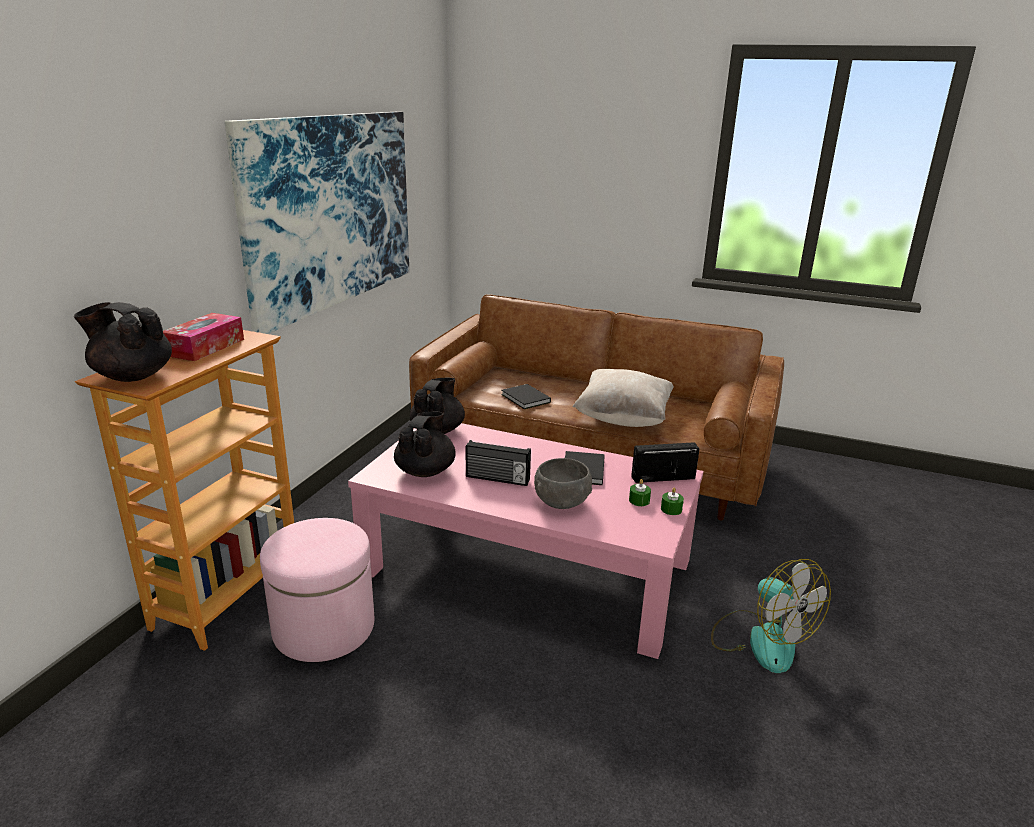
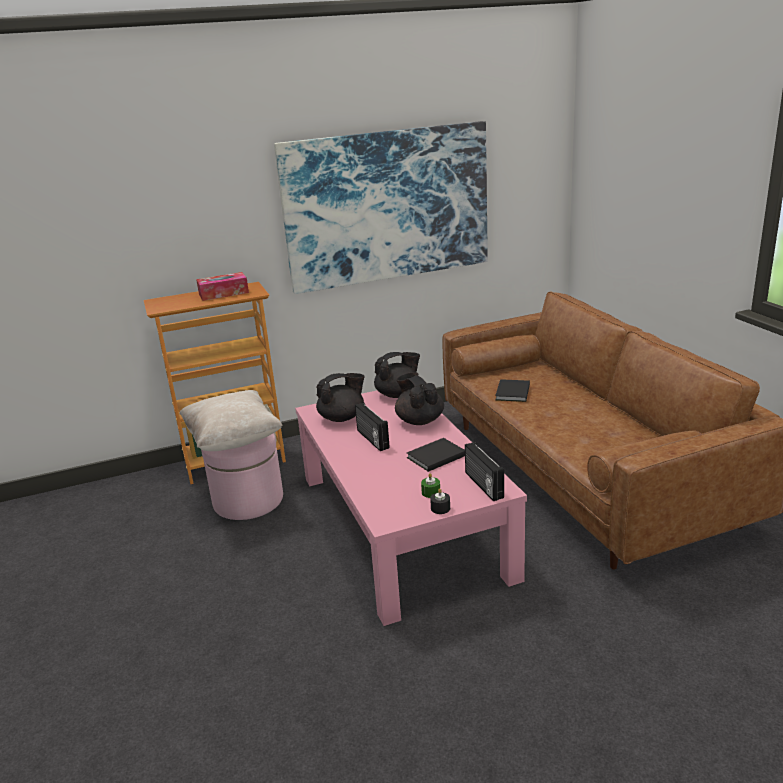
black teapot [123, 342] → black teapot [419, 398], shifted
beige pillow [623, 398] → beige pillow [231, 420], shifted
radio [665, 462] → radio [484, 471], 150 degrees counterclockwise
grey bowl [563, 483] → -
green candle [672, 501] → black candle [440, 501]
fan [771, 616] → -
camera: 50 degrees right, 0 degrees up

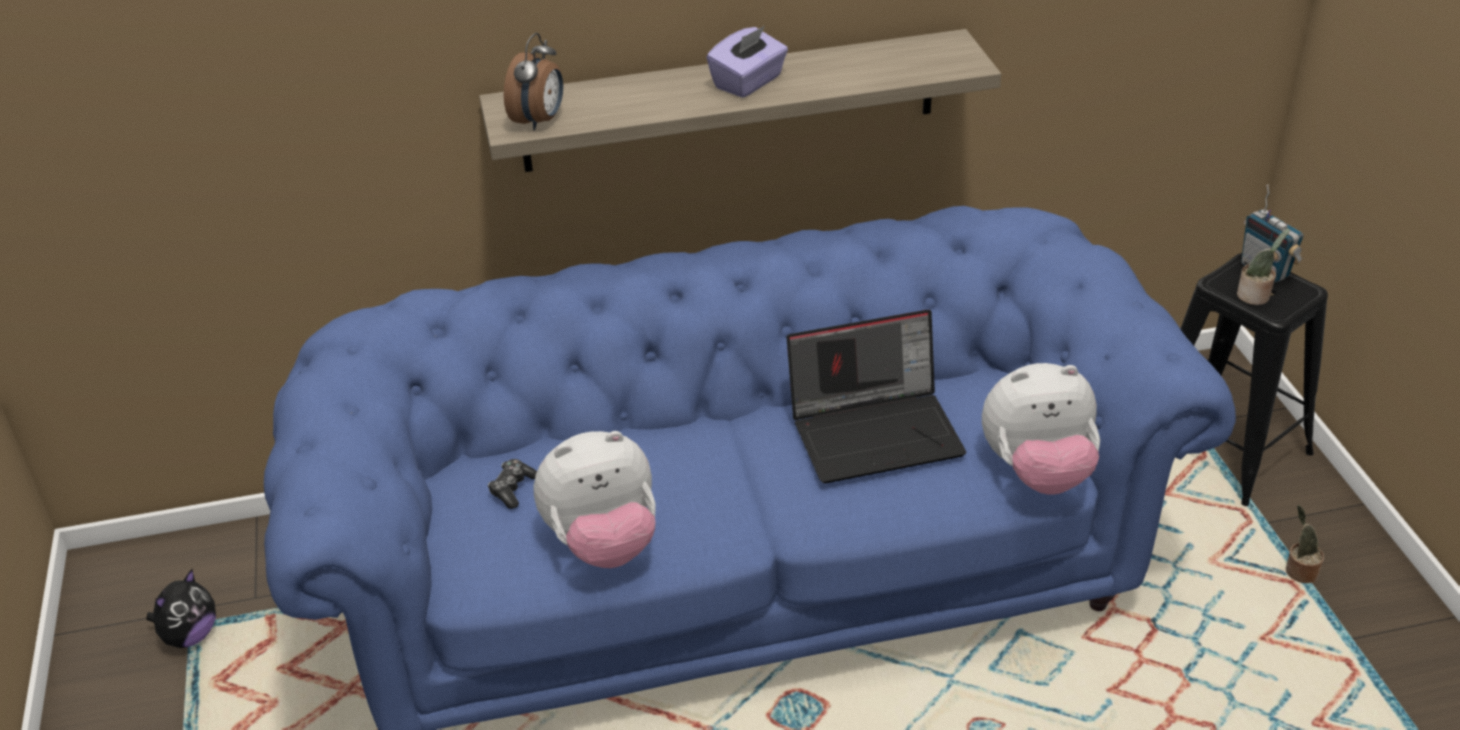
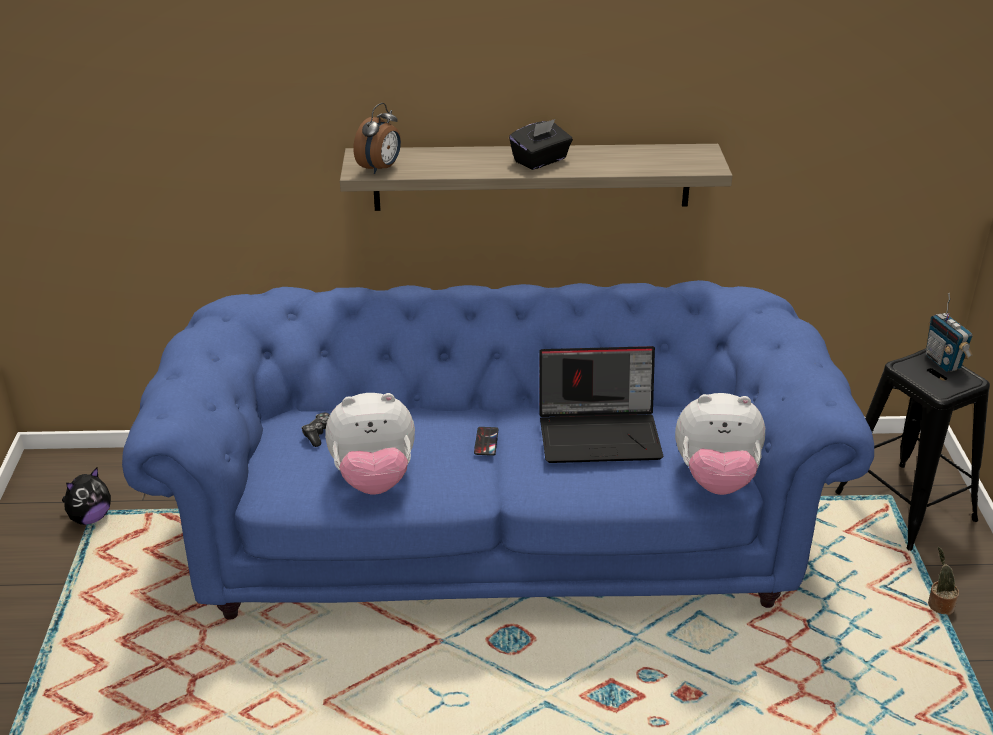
purple tissue box [747, 62] → black tissue box [541, 144]
potted plant [1263, 266] → -
- → phone [486, 441]
camera: 10 degrees right, 5 degrees down

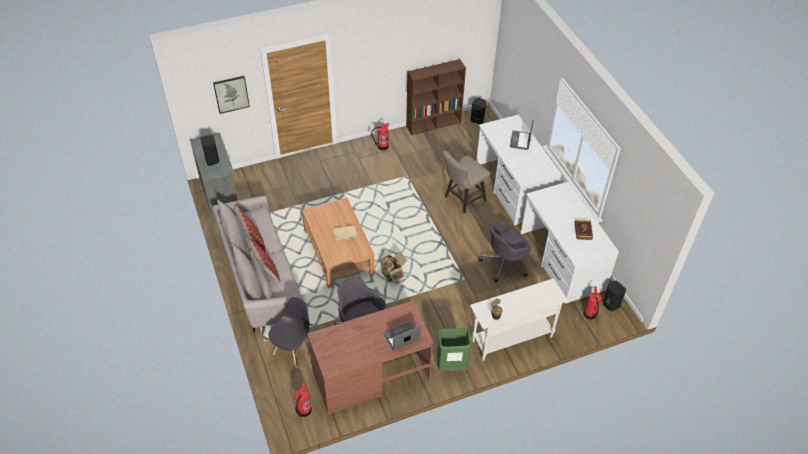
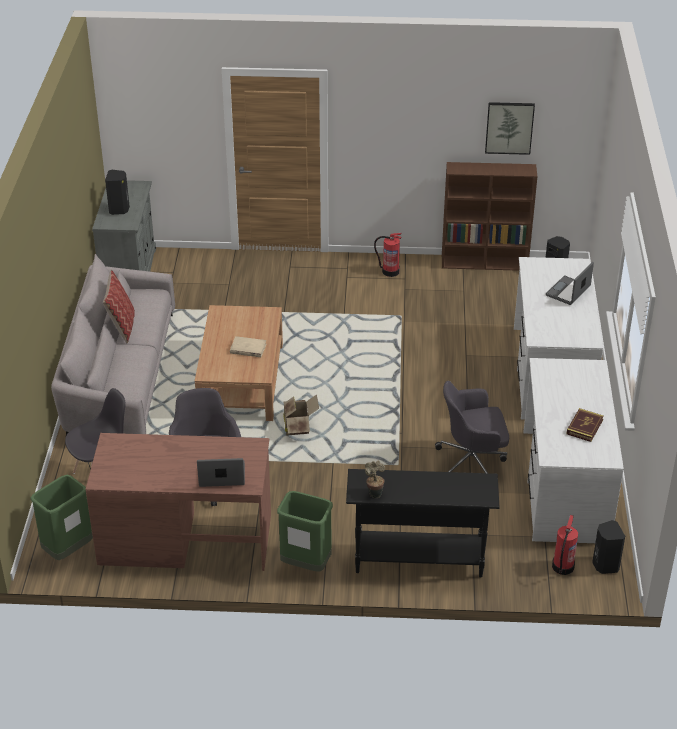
picture [231, 95] → picture [510, 128], shifted
beige stool [466, 182] → -
pillow [265, 261] → -
white console table [519, 319] → black console table [423, 523]
fire extinguisher [303, 400] → green trash can [61, 517]
camera: 25 degrees right, 10 degrees down

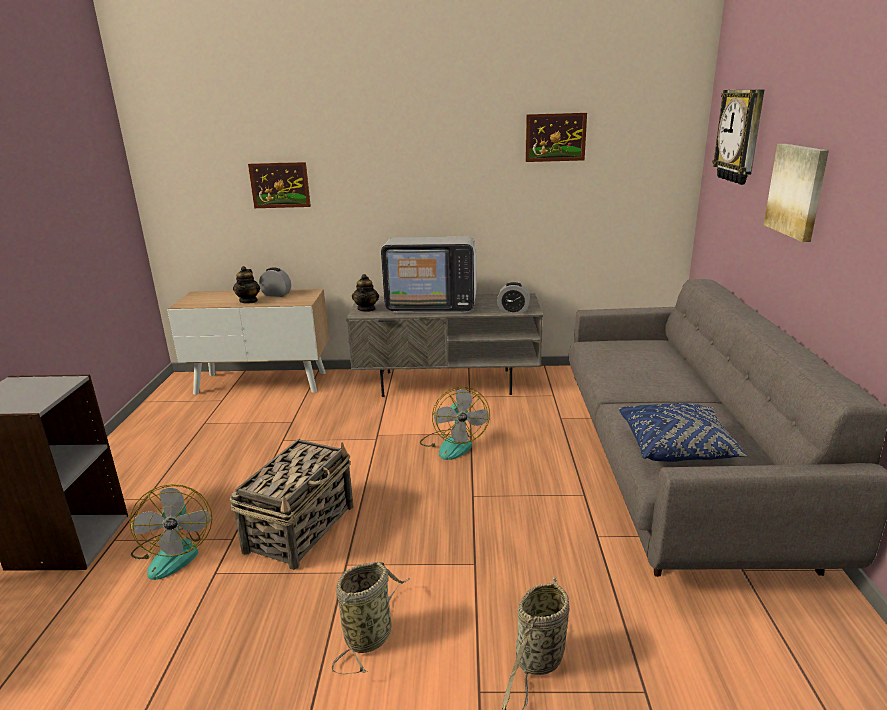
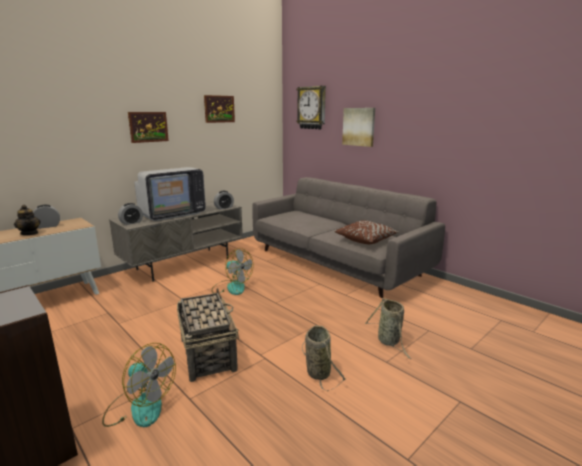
picture [279, 185] → picture [148, 127], shifted
teapot [365, 293] → alarm clock [130, 214]
blue pillow [683, 432] → brown pillow [366, 232]
camera: 45 degrees left, 5 degrees down

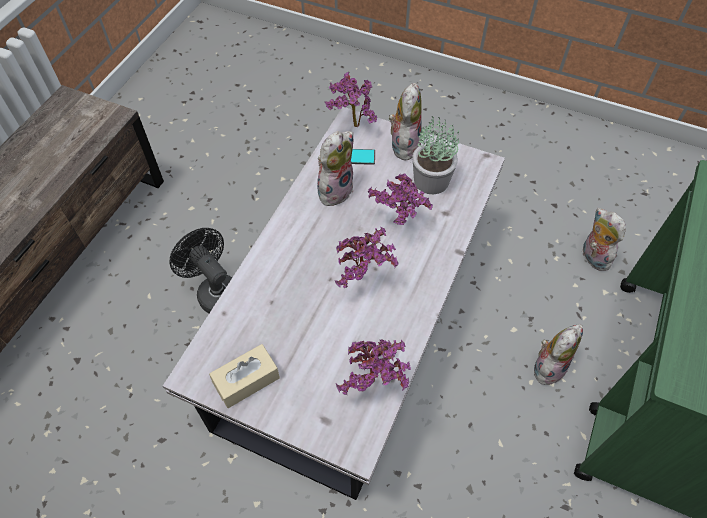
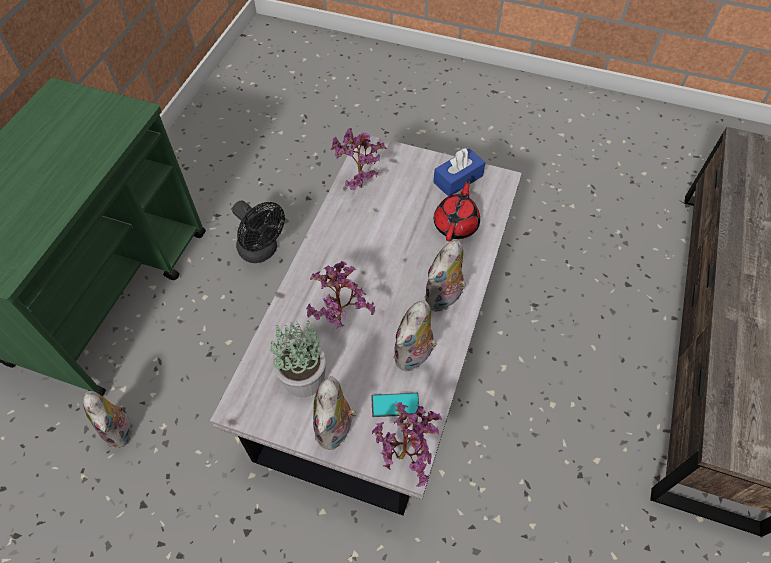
potted plant [366, 257] → -
black fan [201, 270] → black fan [258, 232], shifted
plush toy [558, 354] → plush toy [445, 276], shifted
beige tissue box [244, 376] → blue tissue box [459, 172]
- → red teapot [457, 210]
camera: 175 degrees right, 0 degrees up

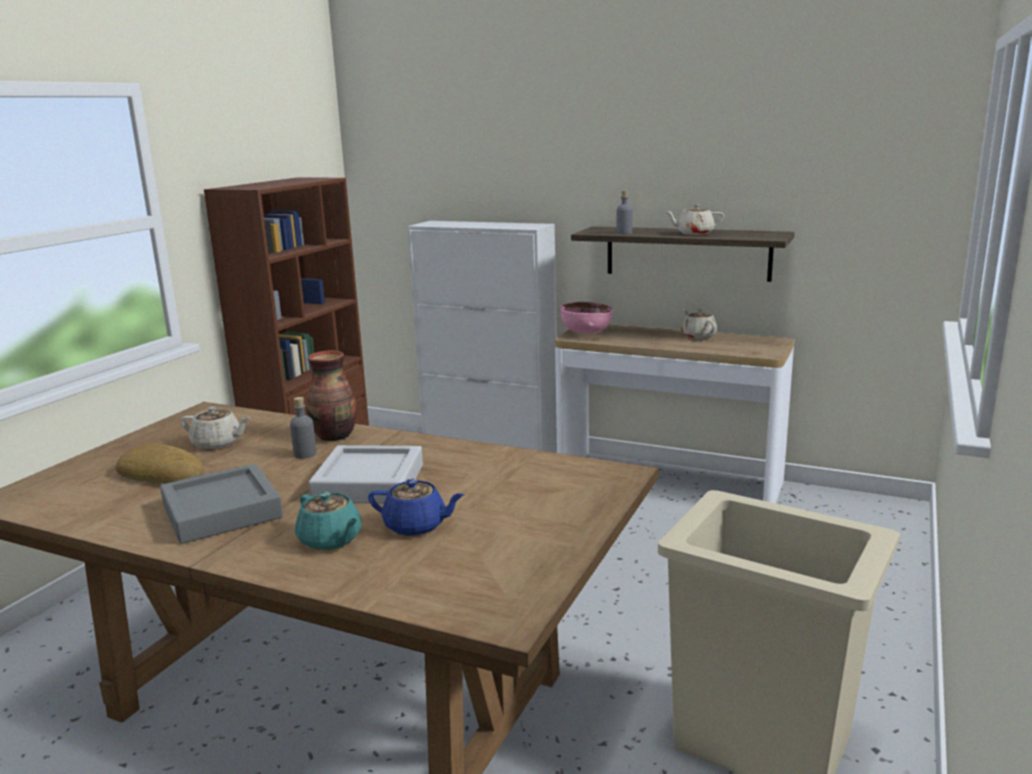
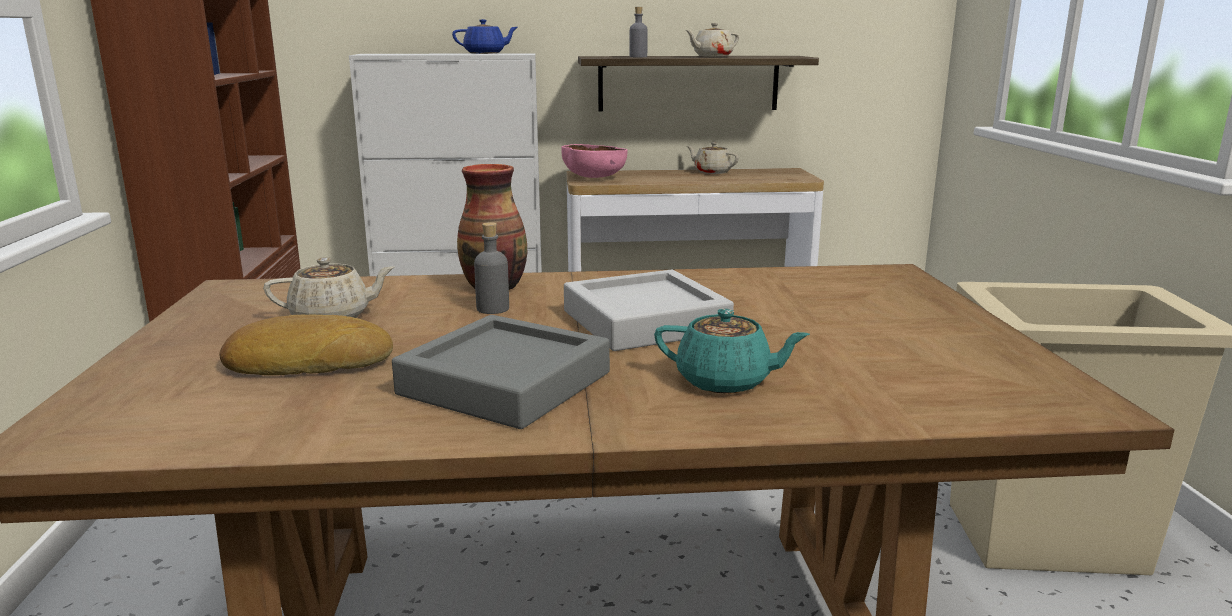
blue teapot [416, 507] → blue teapot [485, 36], shifted
camera: 30 degrees left, 0 degrees up

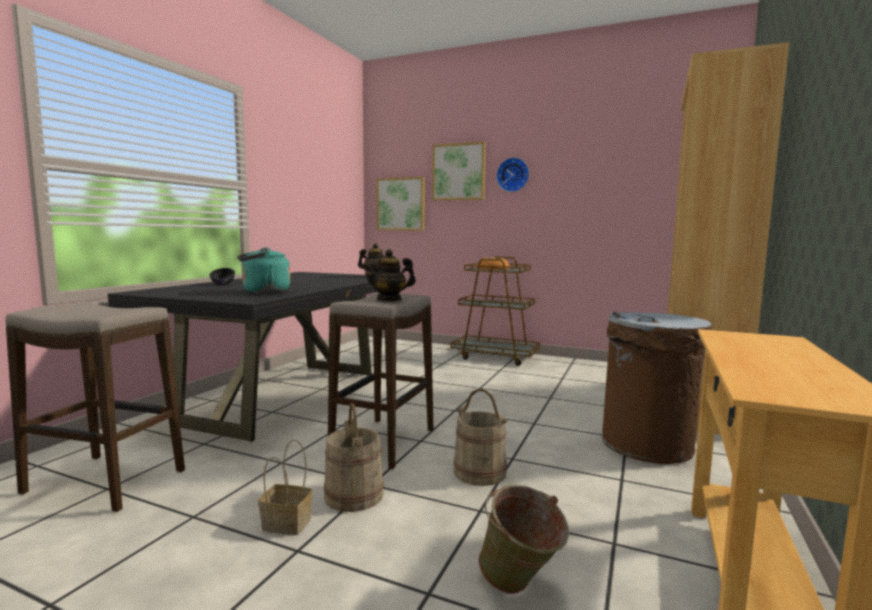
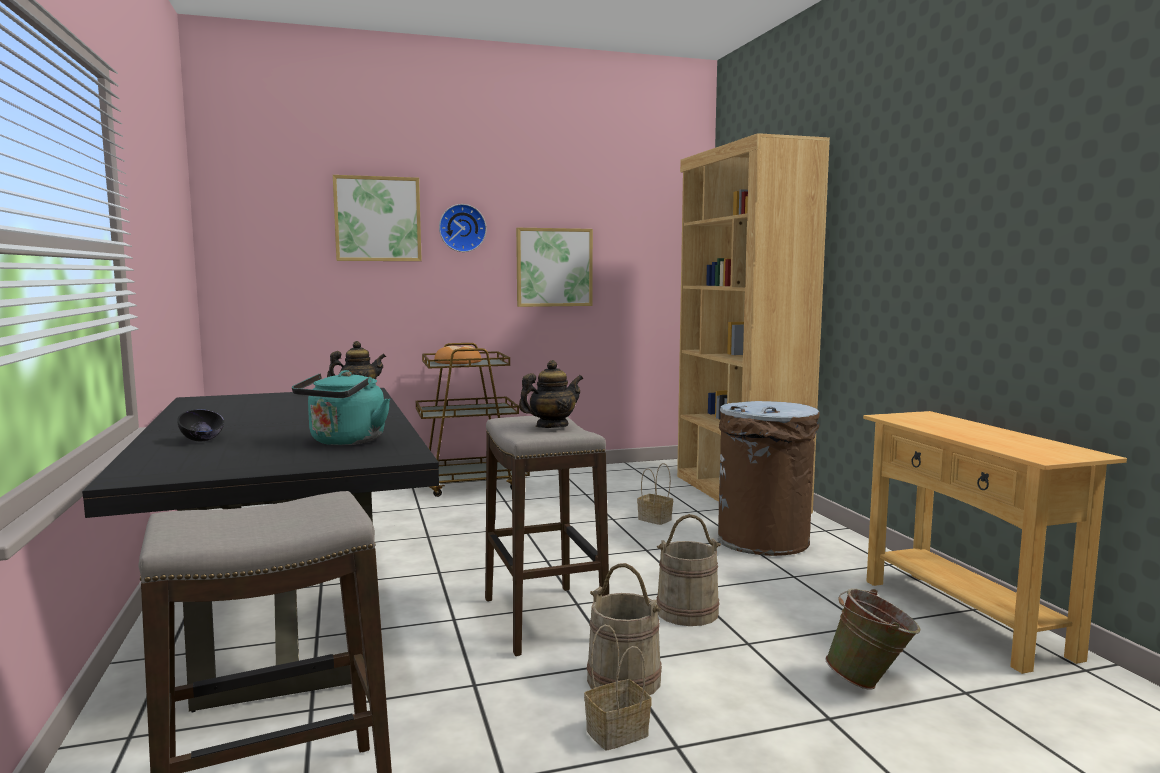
picture [401, 204] → picture [554, 267], shifted
teapot [389, 275] → teapot [551, 394], 150 degrees counterclockwise
- → basket [655, 494]
camera: 40 degrees left, 0 degrees up

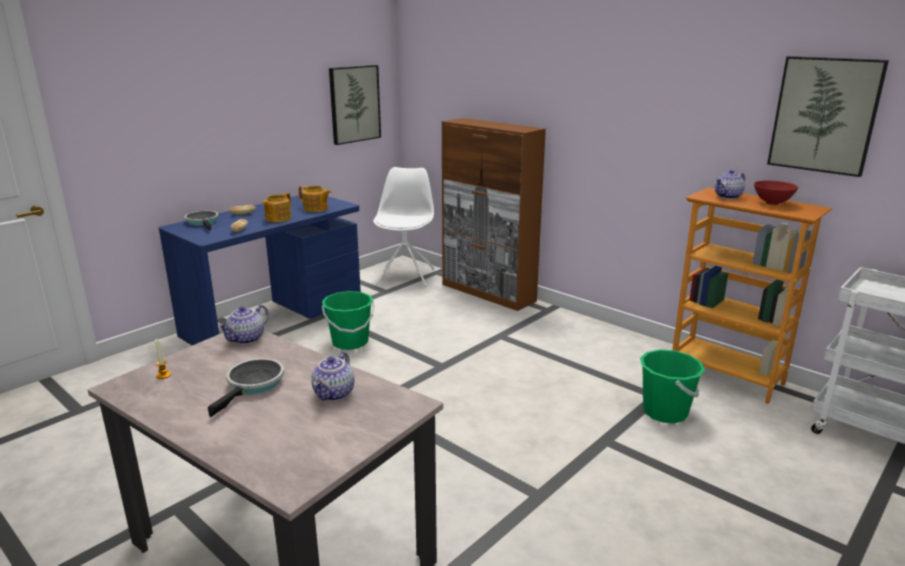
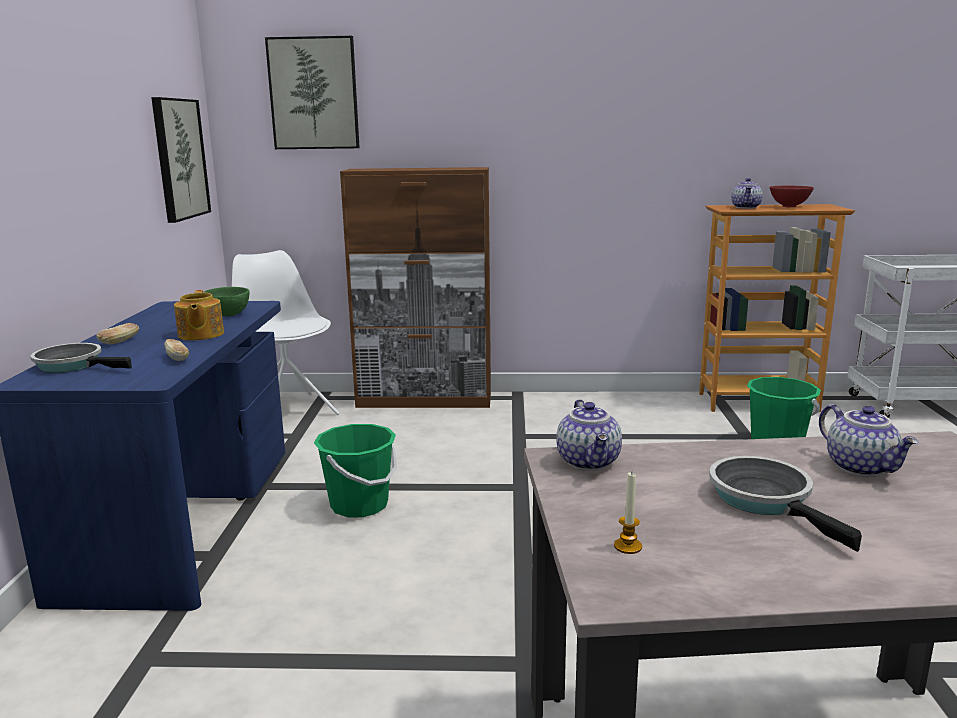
picture [828, 116] → picture [312, 92], shifted
teapot [315, 199] → green bowl [226, 301]
camera: 40 degrees left, 5 degrees down

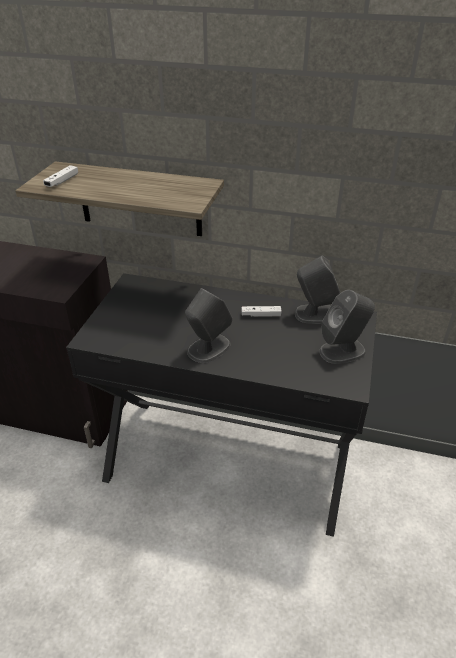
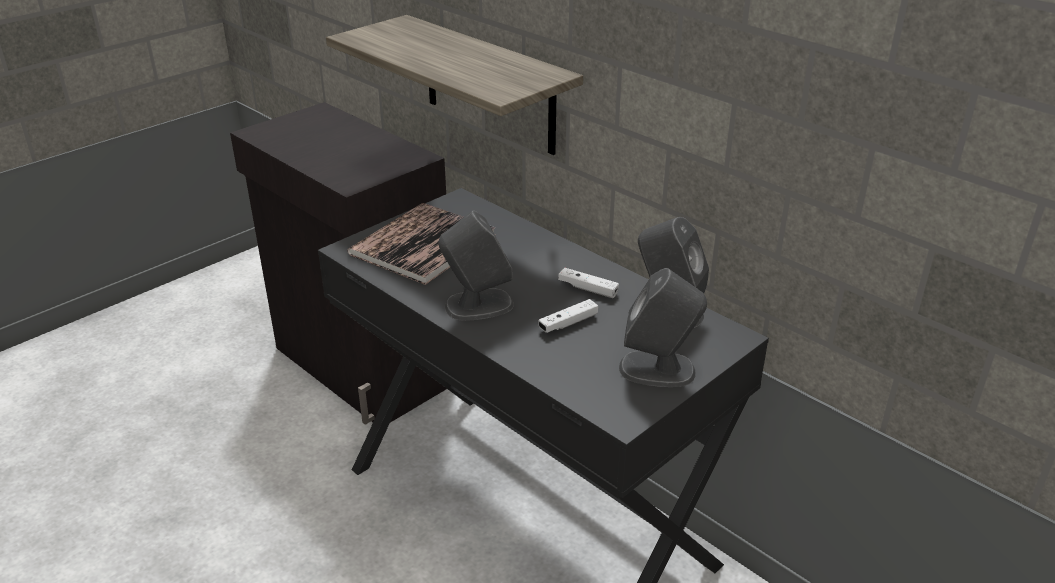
white game controller [60, 176] → white game controller [568, 316], shifted
- → book [421, 244]
camera: 30 degrees right, 5 degrees down

